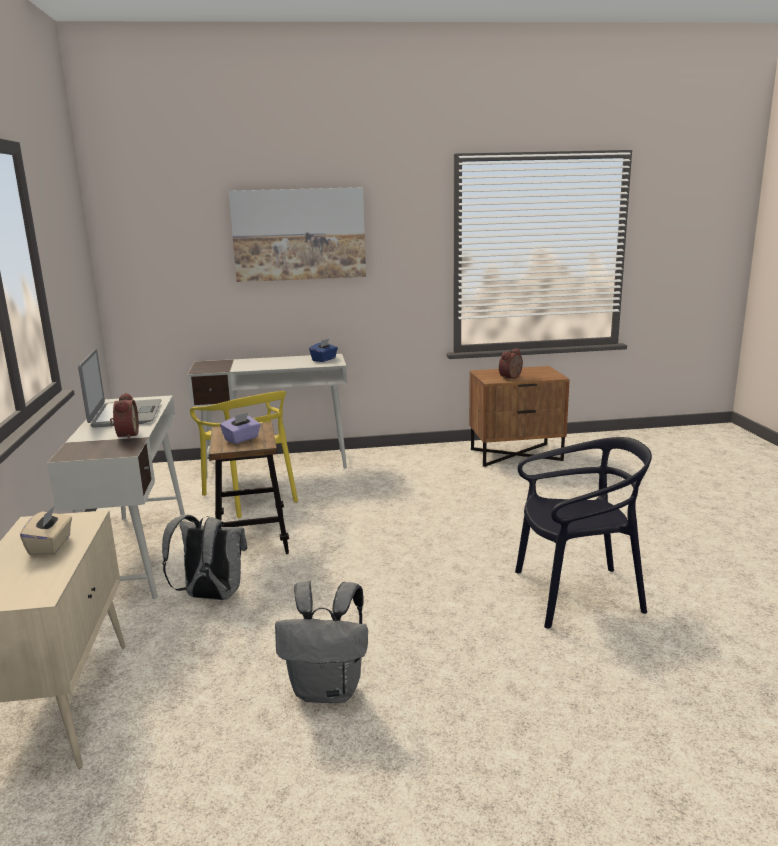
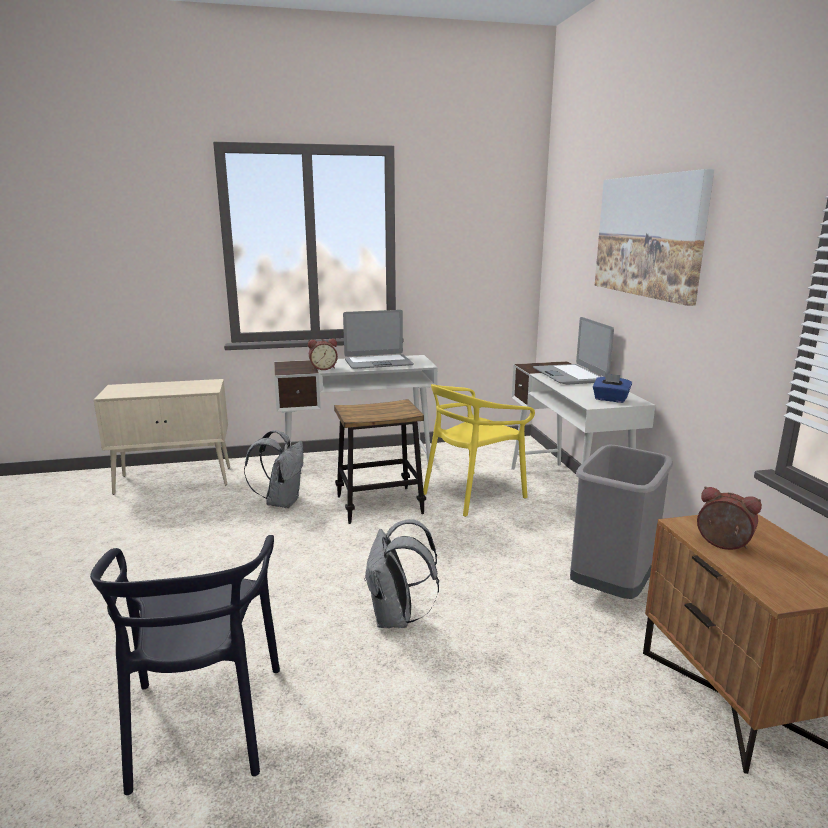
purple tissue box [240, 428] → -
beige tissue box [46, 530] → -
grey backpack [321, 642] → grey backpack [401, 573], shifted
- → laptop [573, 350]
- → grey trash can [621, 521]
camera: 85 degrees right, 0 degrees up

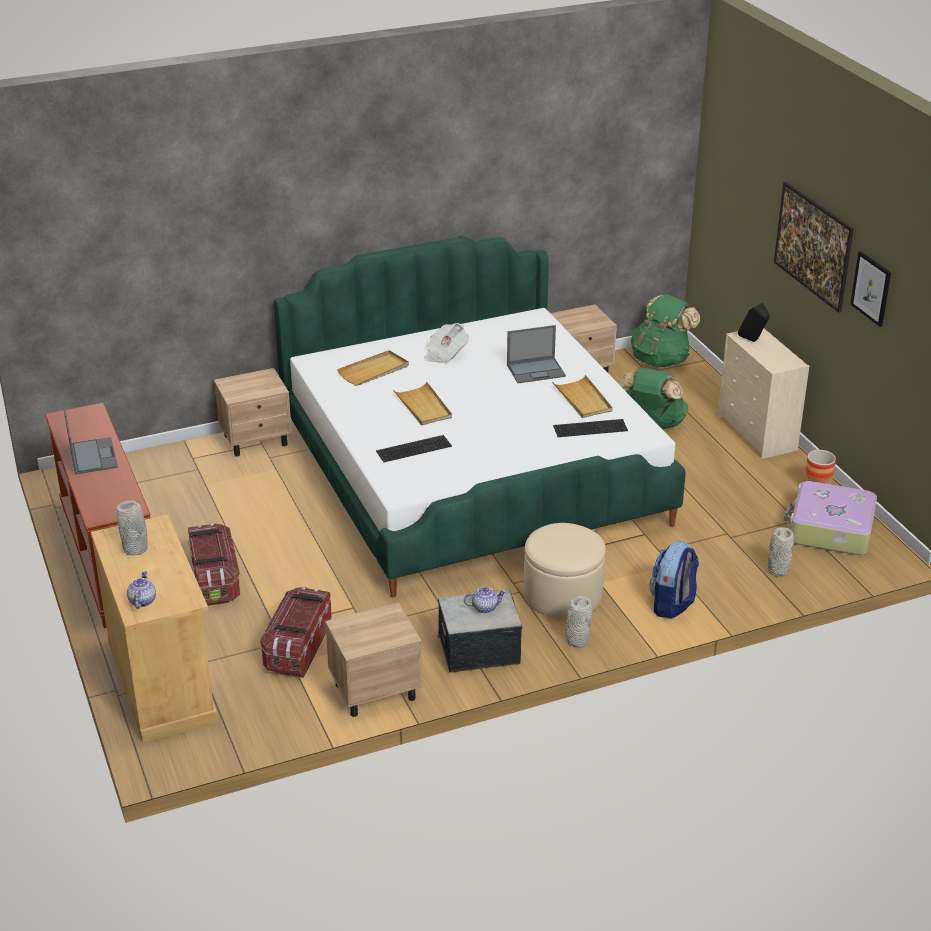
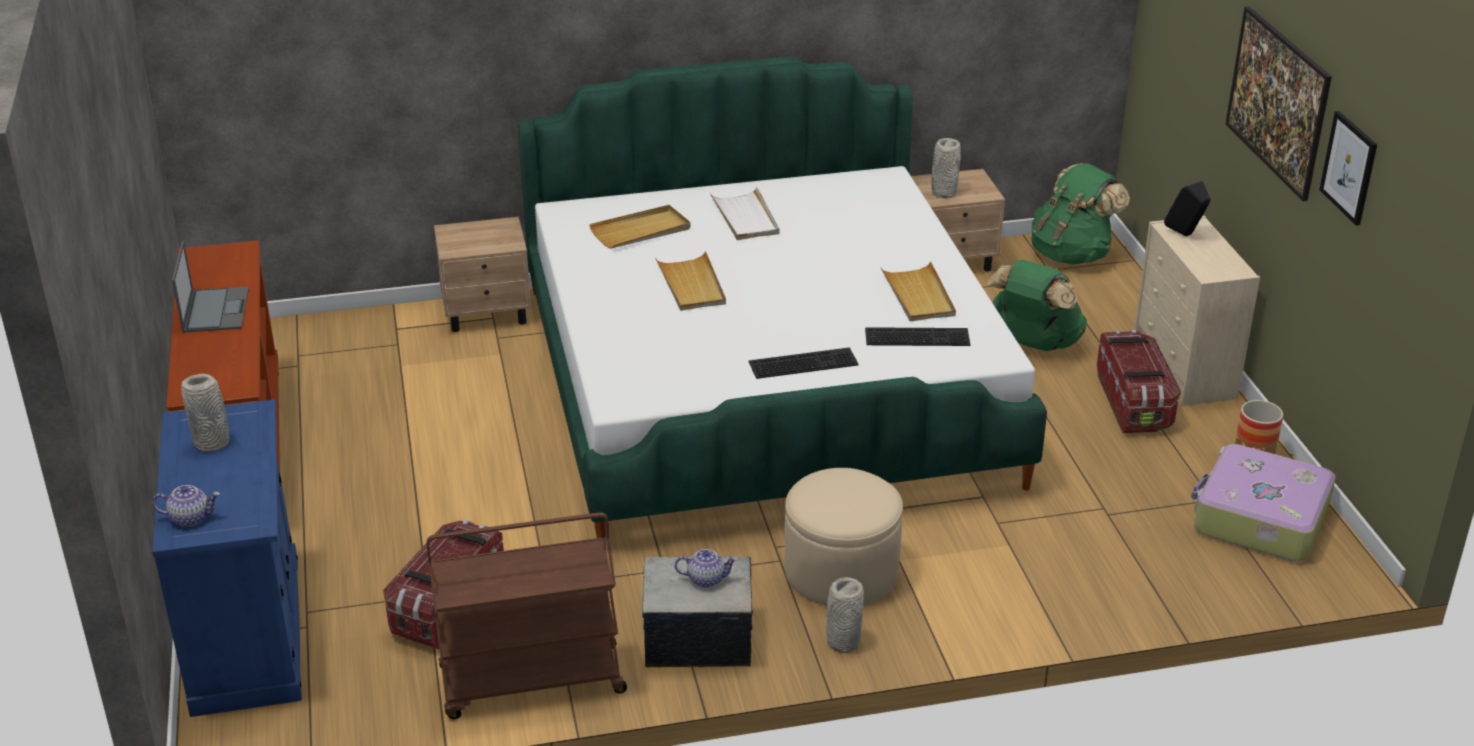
newspaper [446, 343] → white tray [744, 213]
laptop [536, 354] → -
keyboard [414, 448] → keyboard [804, 363], shifted
beige cabinet [154, 629] → blue cabinet [227, 558]
storage box [214, 564] → storage box [1139, 381], shifted
grey vase [780, 552] → grey vase [946, 168], shifted
backpack [674, 579] → -
teapot [141, 590] → teapot [186, 506], 75 degrees clockwise
beige nightstand [373, 660] → brown cart [526, 616]
camera: 10 degrees right, 0 degrees up

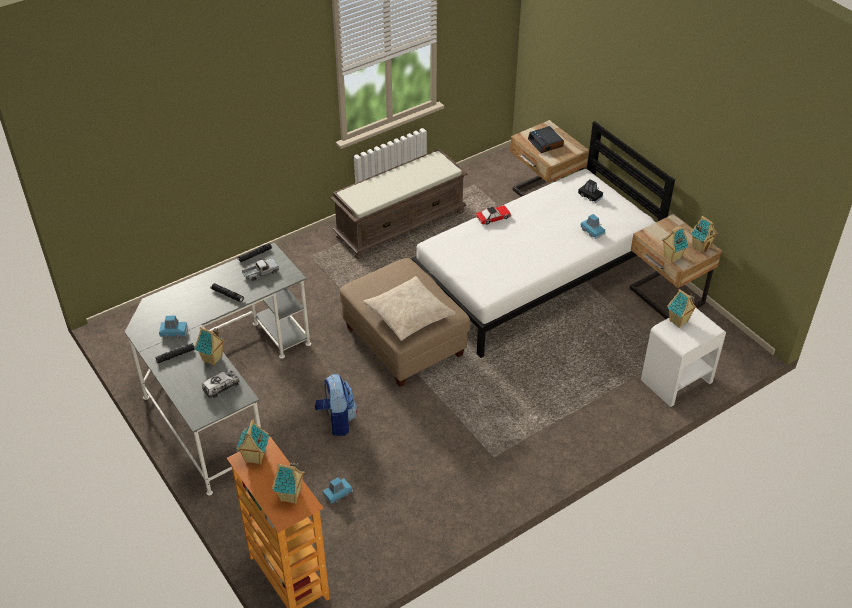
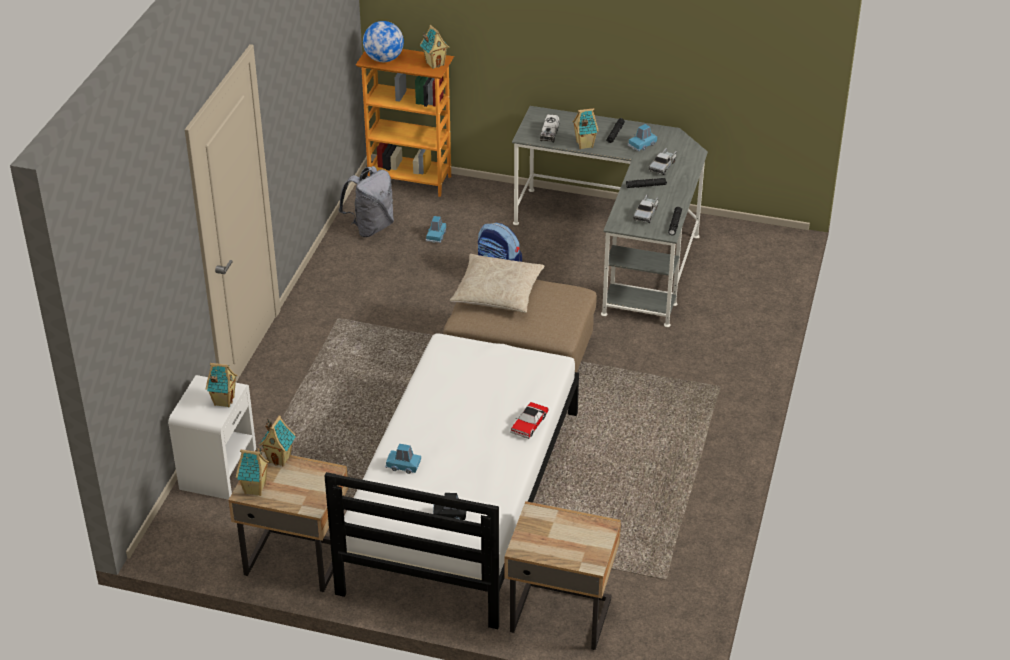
alarm clock [546, 139] → -
brown bench [398, 204] → -
toy house [288, 482] → globe [383, 41]
- → toy truck [662, 161]
- → grey backpack [366, 201]
camera: 140 degrees right, 5 degrees down

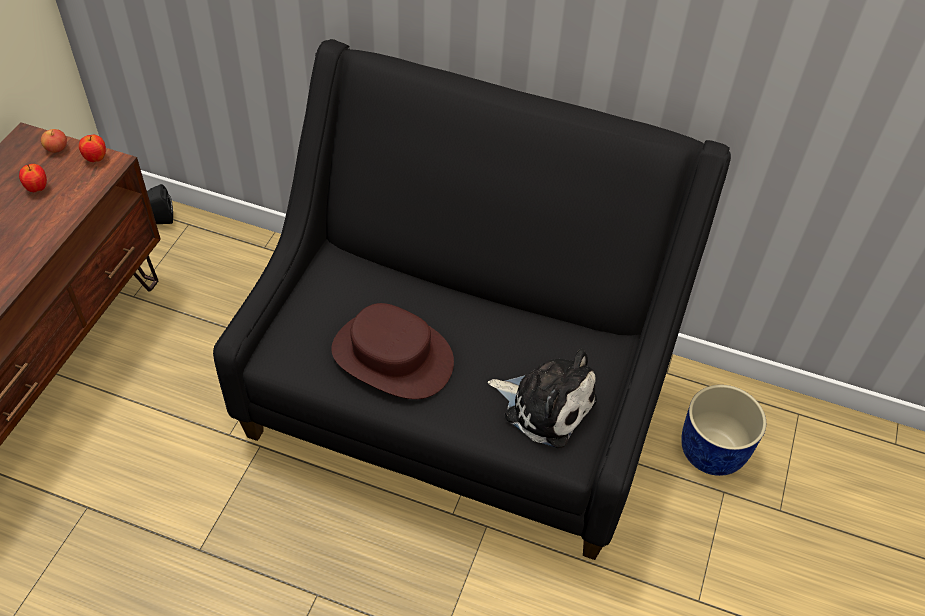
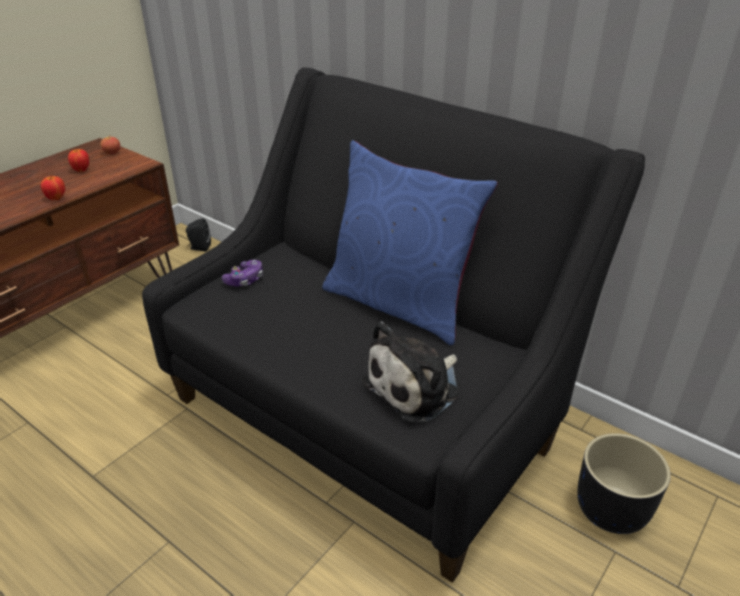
apple [92, 148] → apple [53, 187], shifted
brown hat [392, 351] → -
plush toy [542, 398] → plush toy [410, 371], 90 degrees clockwise
blue planter [723, 430] → black planter [624, 483]
- → blue pillow [410, 242]
- → game controller [242, 273]
camera: 20 degrees right, 15 degrees down

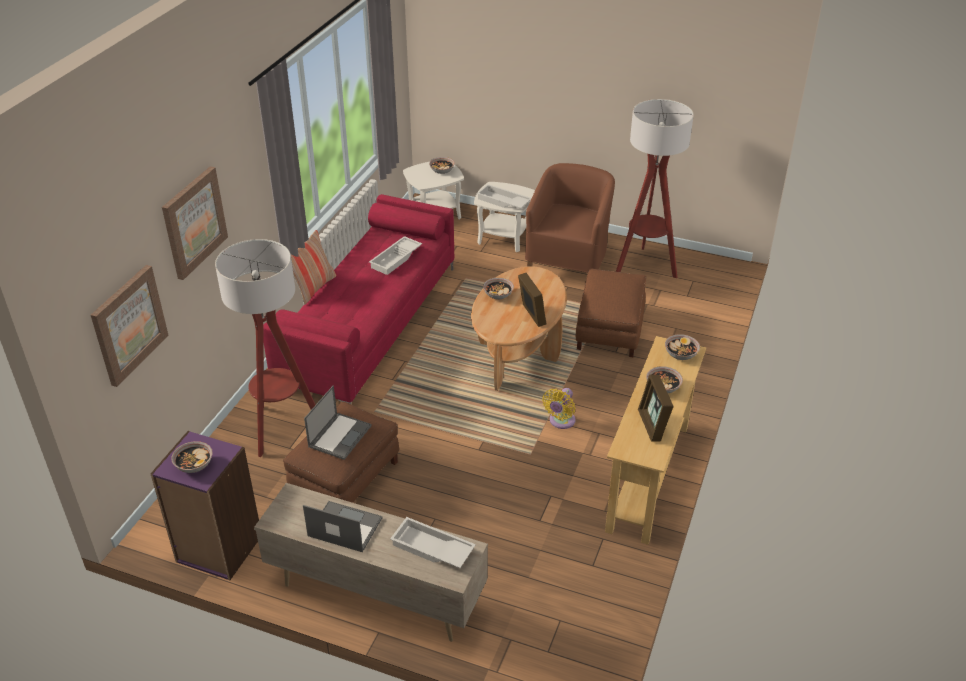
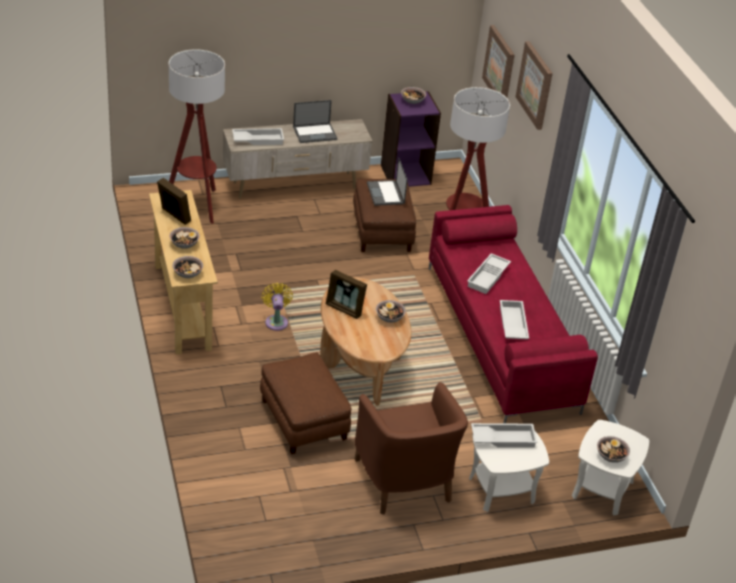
floor lamp [655, 188] → floor lamp [197, 136], shifted
pillow [313, 267] → -
- → white tray [489, 273]
camera: 140 degrees right, 0 degrees up

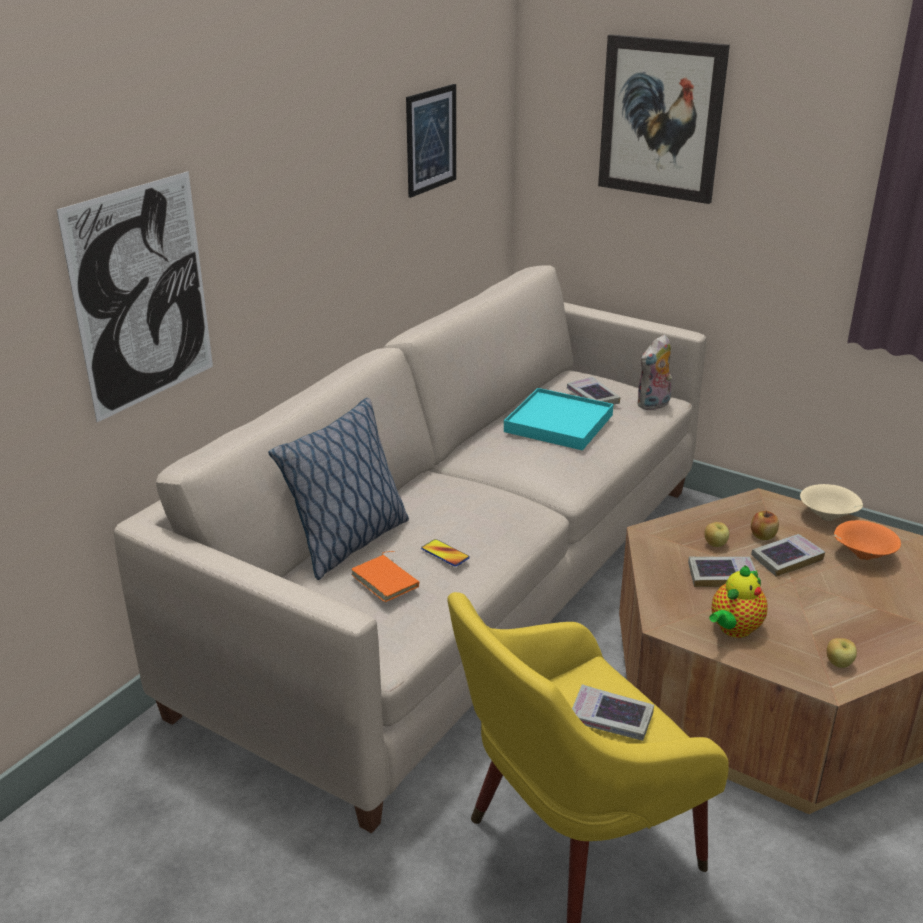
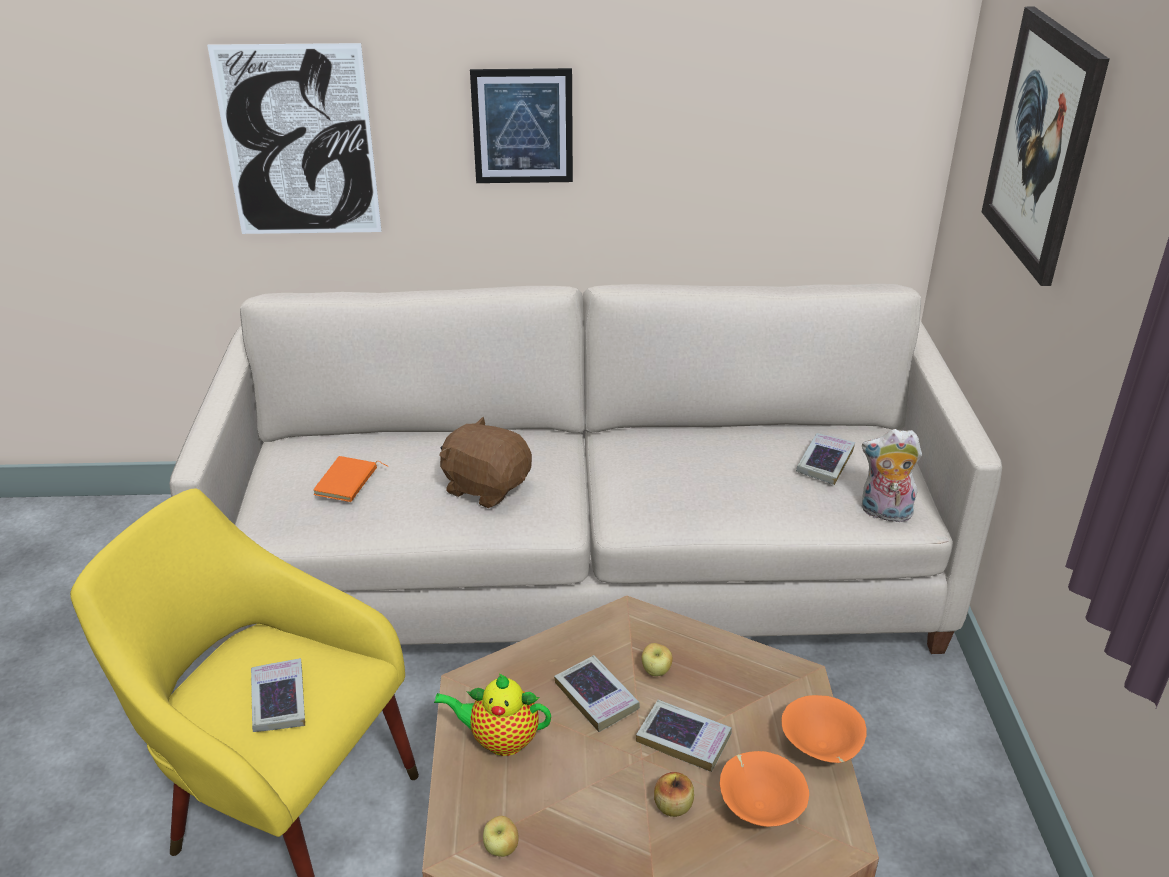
picture [431, 141] → picture [521, 125], shifted
turquoise tray [558, 419] → -
pillow [338, 489] → -
beige bowl [831, 502] → orange bowl [824, 729]
apple [765, 525] → apple [674, 794], shifted
phone [445, 553] → -
- → brown plush toy [485, 462]
camera: 55 degrees right, 5 degrees up

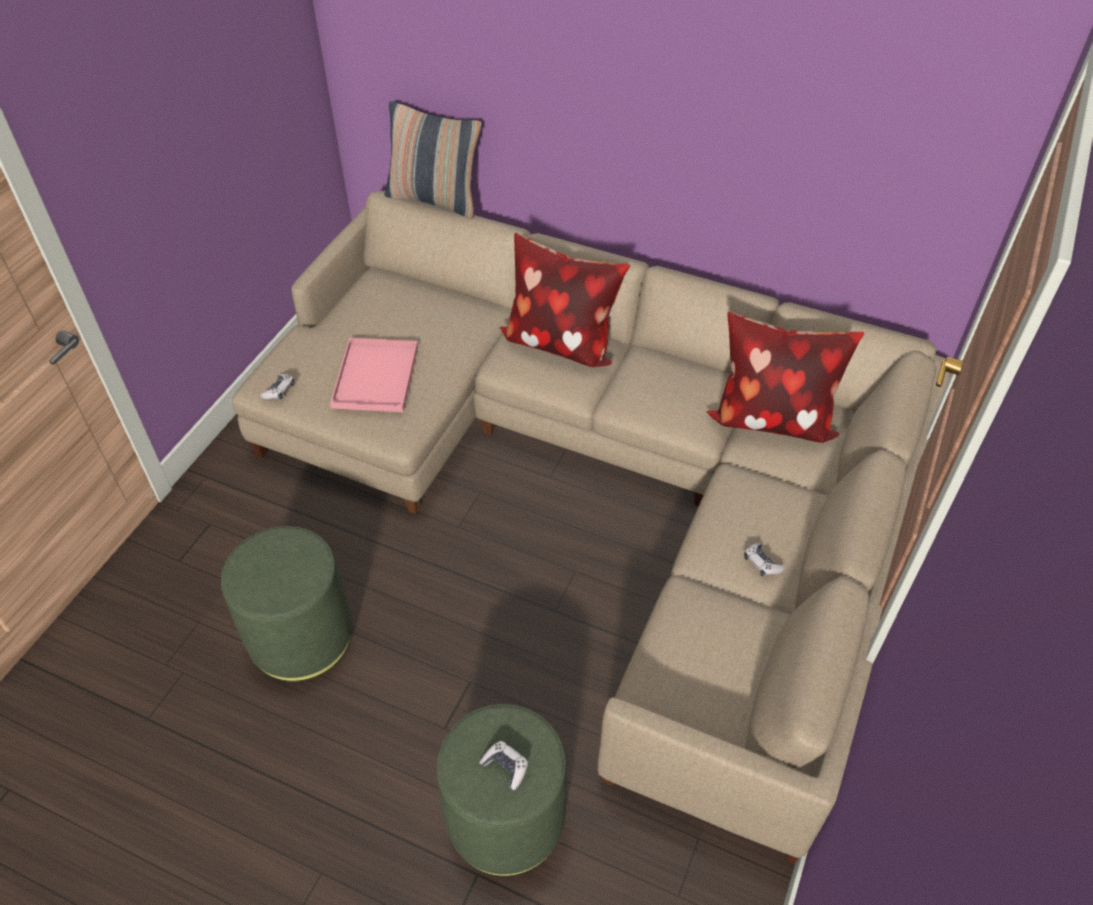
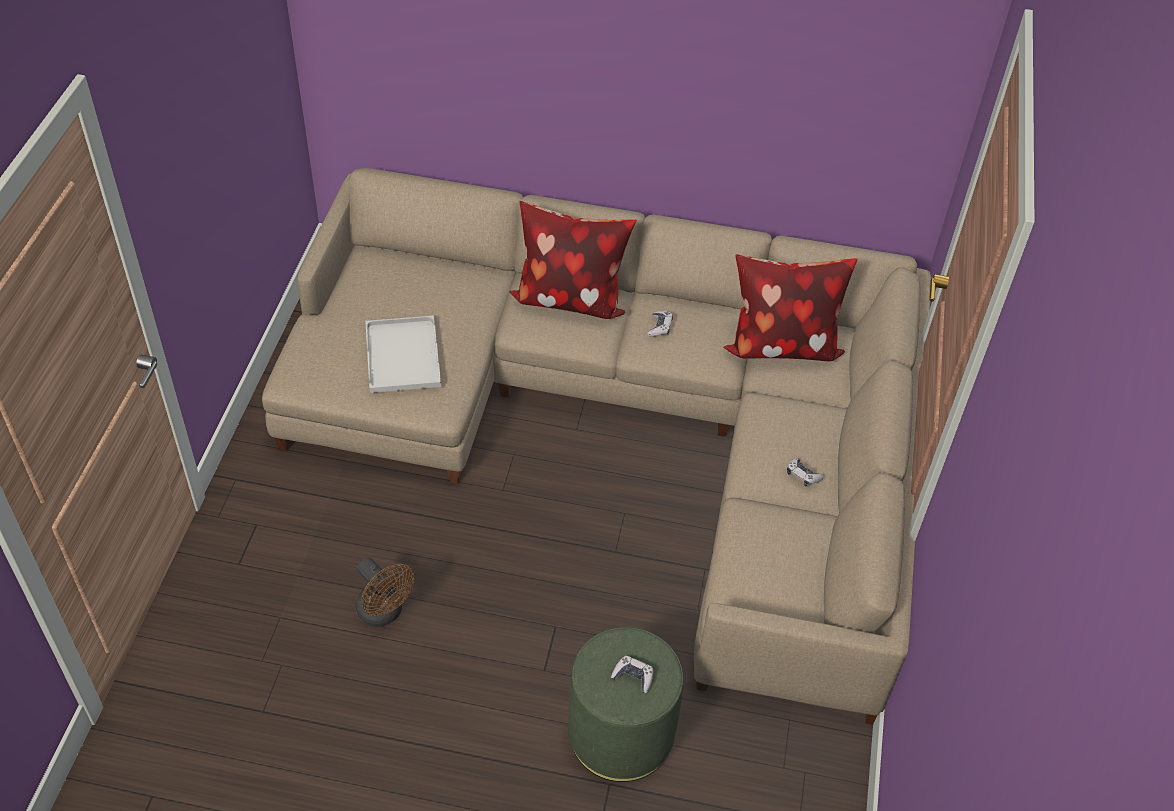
pillow [433, 159] → -
pink tray [374, 375] → white tray [403, 354]
game controller [277, 386] → game controller [660, 324], shifted
green ottoman [286, 604] → brown fan [385, 592]
camera: 15 degrees left, 0 degrees up

